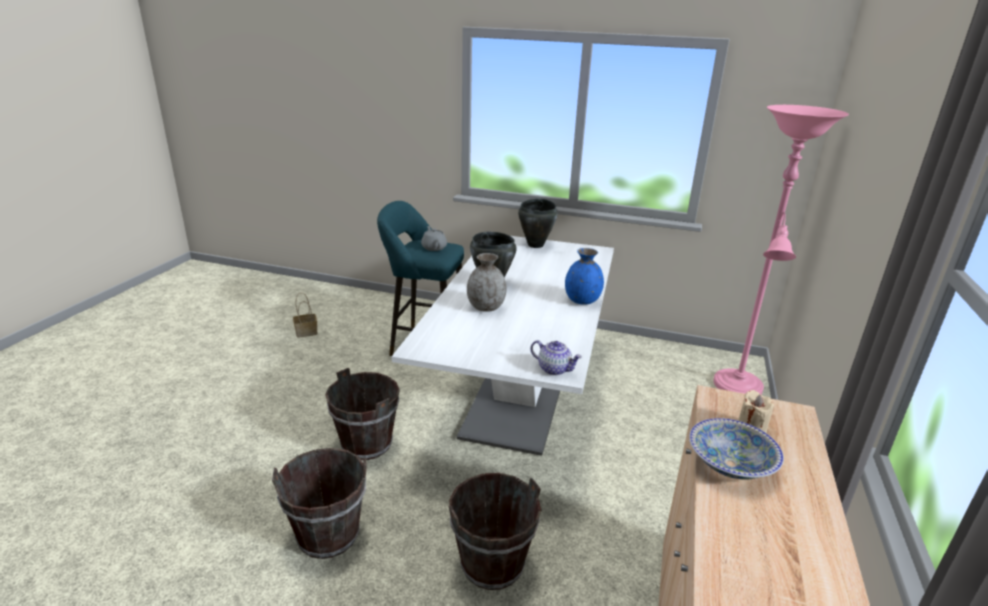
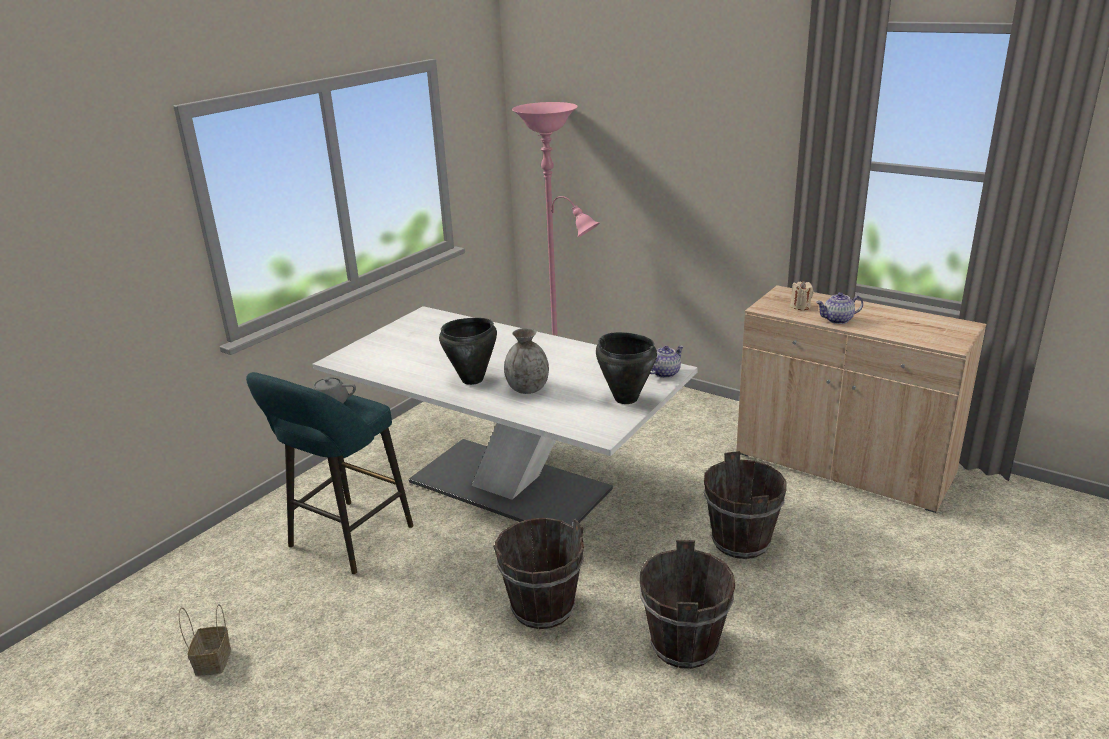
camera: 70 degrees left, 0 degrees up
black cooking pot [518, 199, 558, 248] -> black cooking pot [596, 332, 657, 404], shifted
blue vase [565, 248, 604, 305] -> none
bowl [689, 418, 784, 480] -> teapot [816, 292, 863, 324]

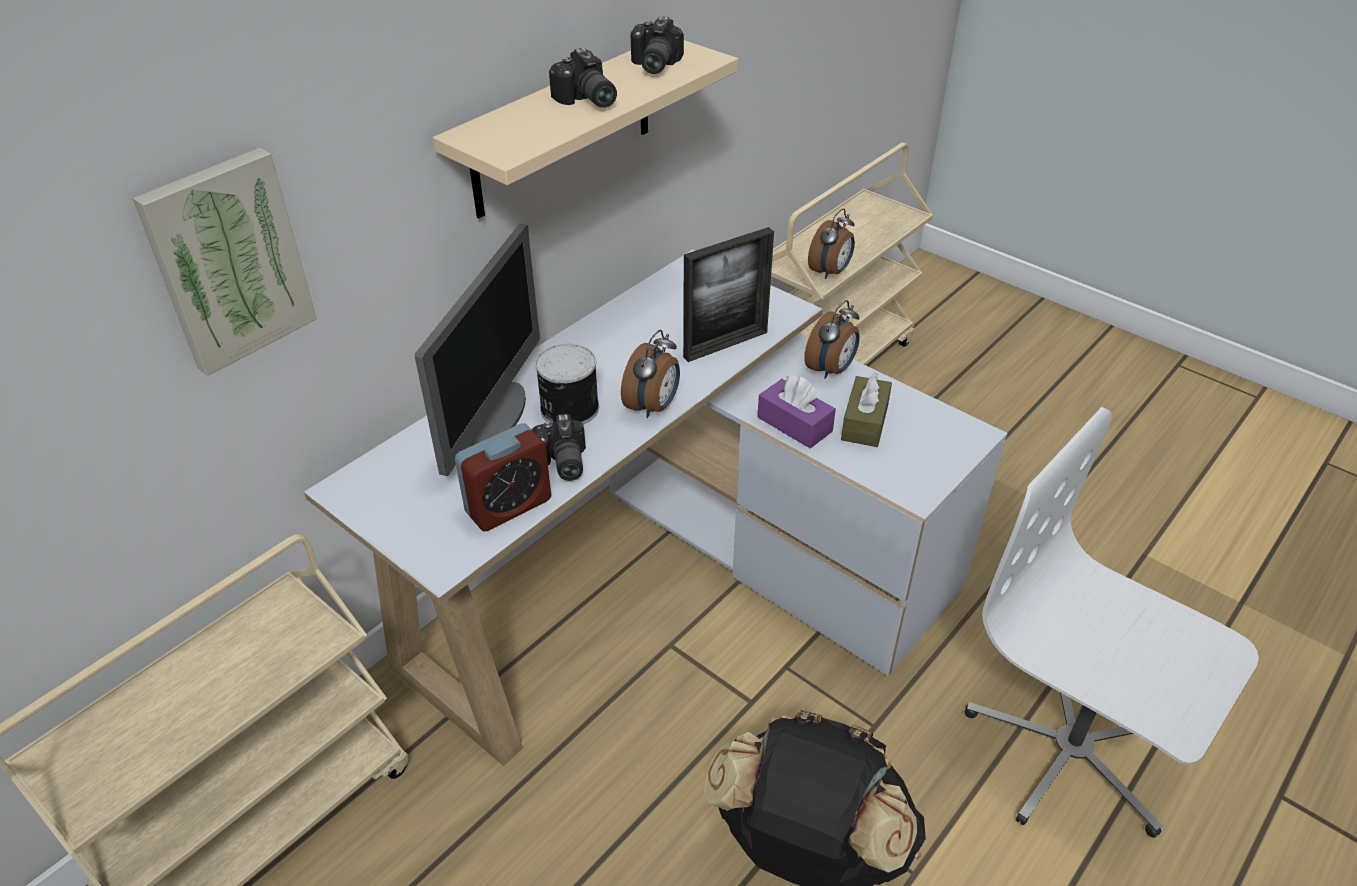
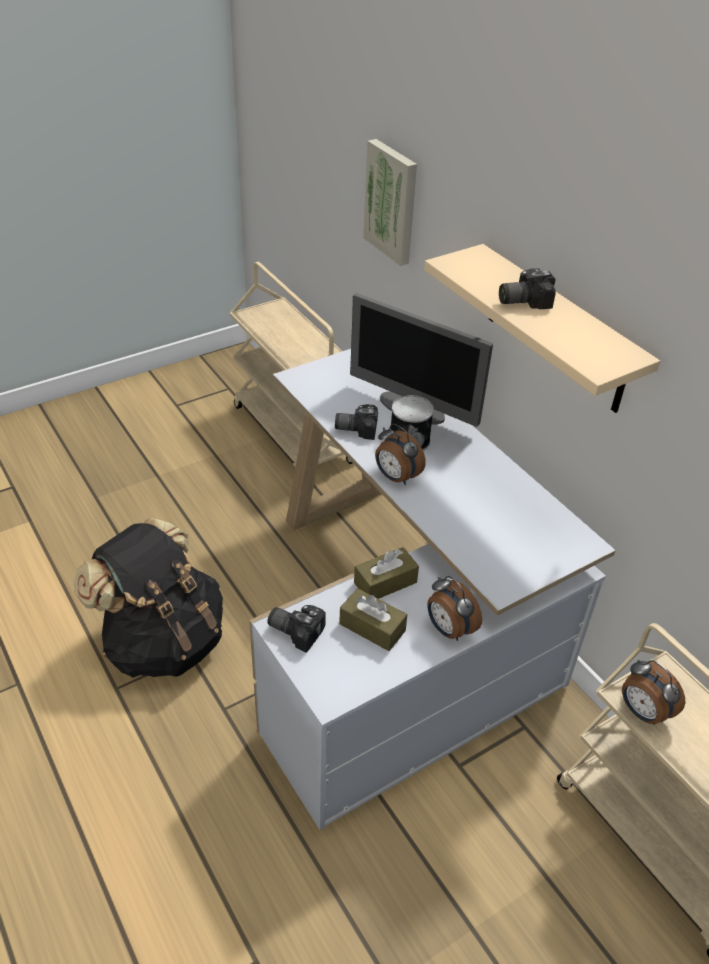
camera: 105 degrees right, 0 degrees up
photo camera [631, 16, 684, 74] -> photo camera [267, 605, 326, 653], shifted
picture frame [683, 227, 774, 362] -> none
purple tissue box [757, 376, 836, 448] -> brown tissue box [354, 547, 419, 599]
white office chair [965, 407, 1258, 838] -> none
alarm clock [455, 423, 551, 532] -> none

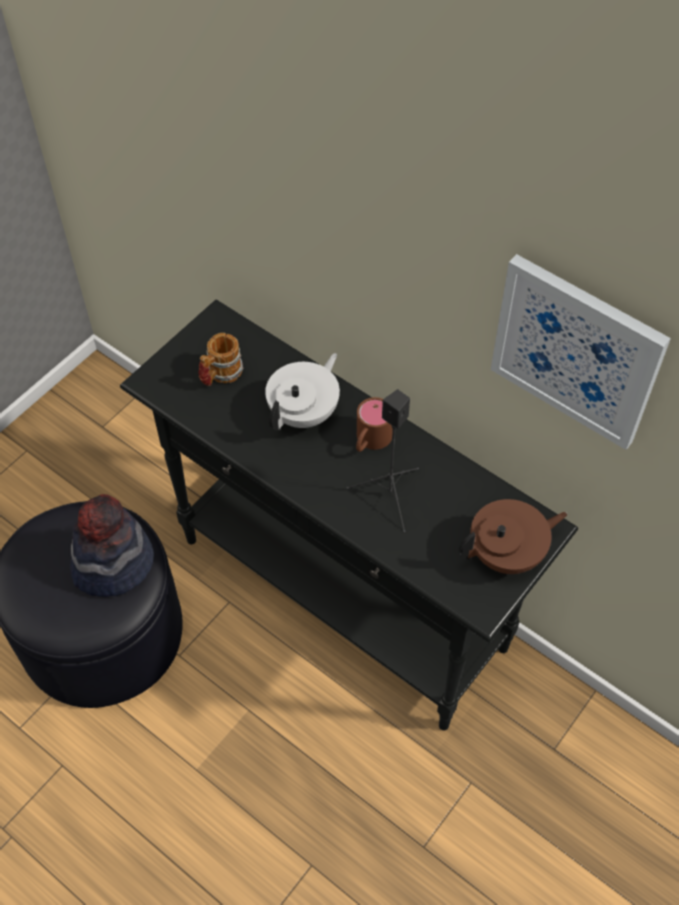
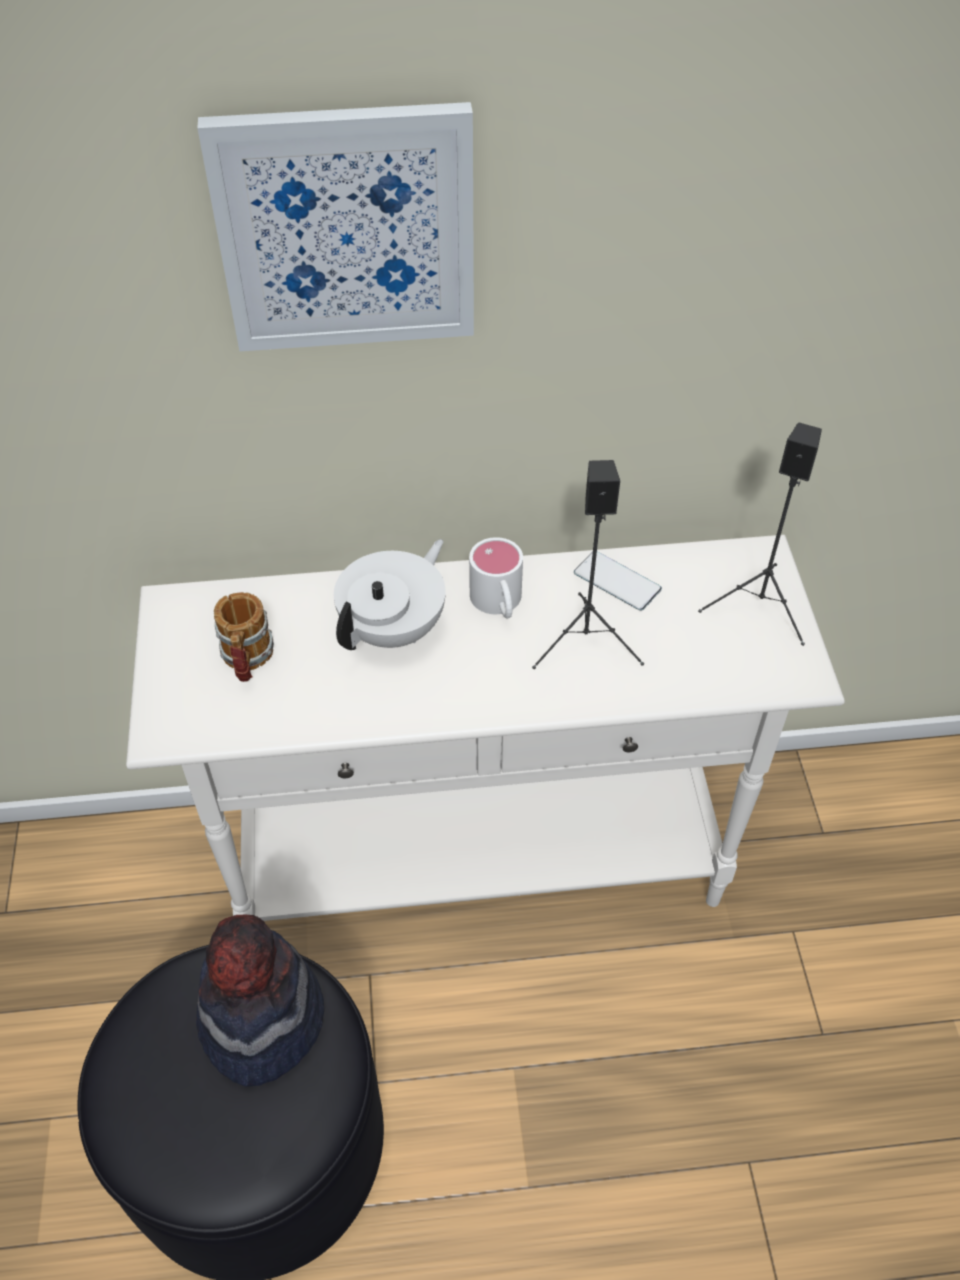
camera: 45 degrees left, 5 degrees down
picture [491, 254, 671, 450] -> picture [197, 102, 474, 352], shifted
black console table [120, 300, 578, 730] -> white console table [126, 535, 845, 921]
white teapot [265, 353, 340, 430] -> white teapot [334, 539, 446, 650], 45 degrees clockwise
brown mug [356, 397, 393, 452] -> white mug [469, 537, 523, 619]
brown teapot [459, 499, 568, 574] -> black speaker [698, 423, 822, 646]
none -> phone [574, 551, 662, 611]

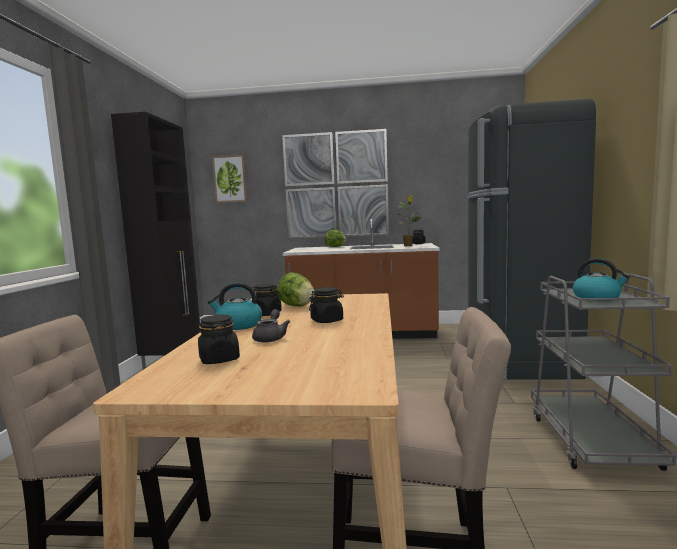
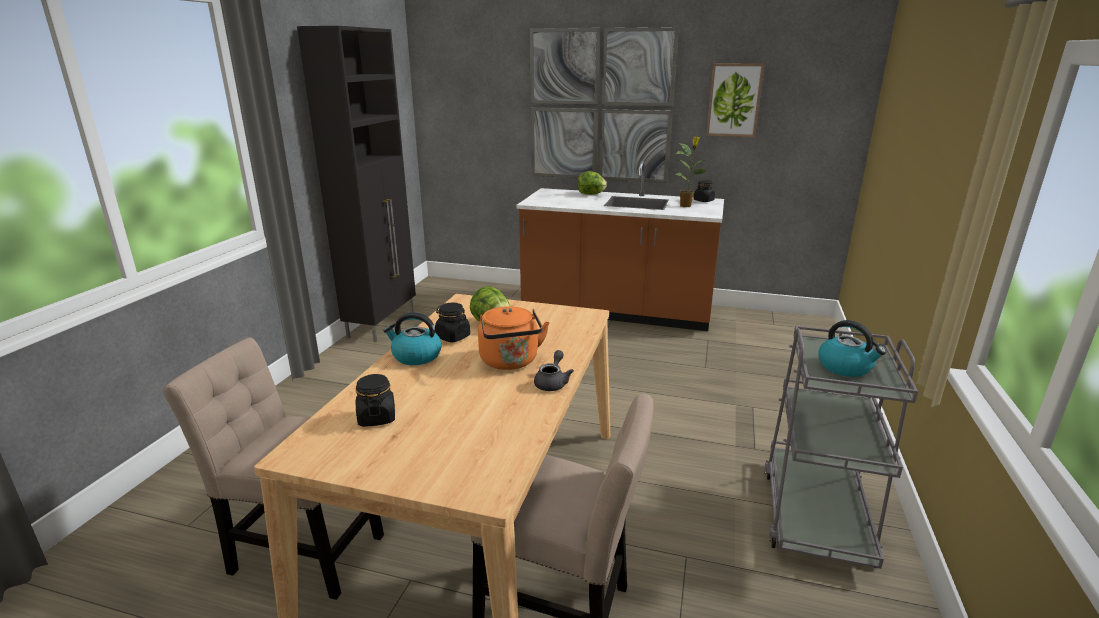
camera: 10 degrees right, 15 degrees up
black fridge [467, 99, 596, 380] -> none
picture [212, 154, 247, 203] -> picture [706, 63, 765, 137], shifted
black jar [309, 287, 344, 323] -> orange kettle [478, 306, 550, 370]
grey teapot [252, 309, 290, 342] -> grey teapot [534, 350, 574, 391], shifted

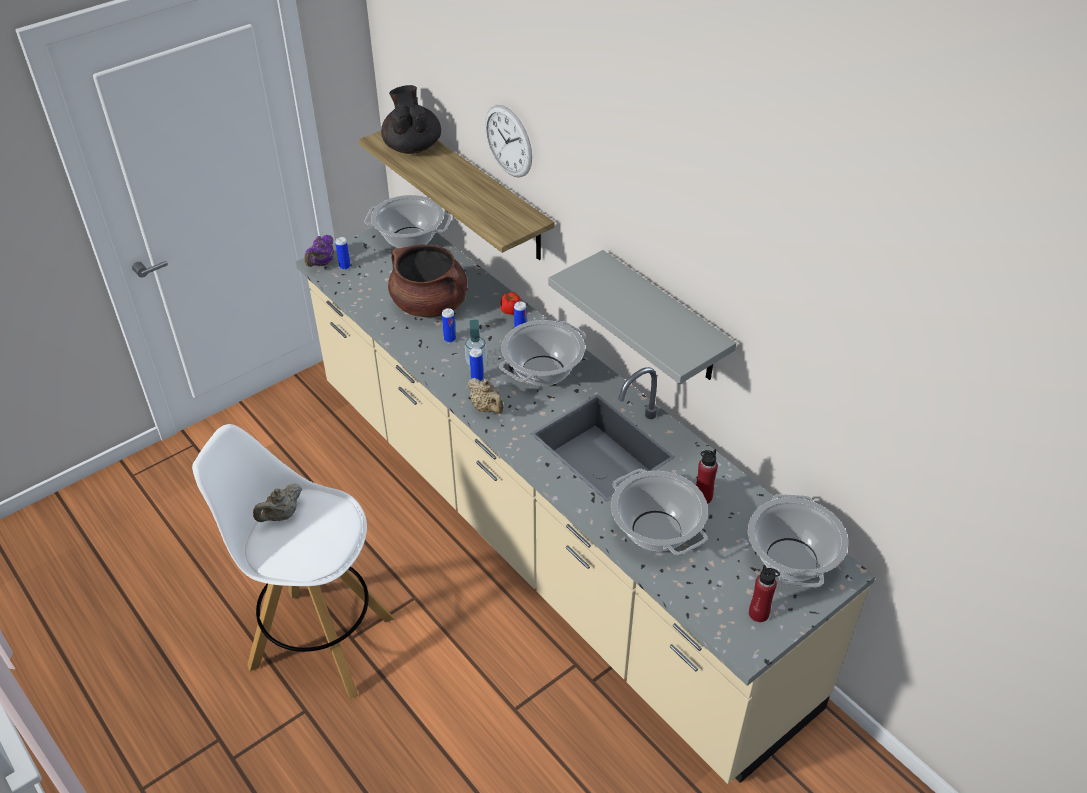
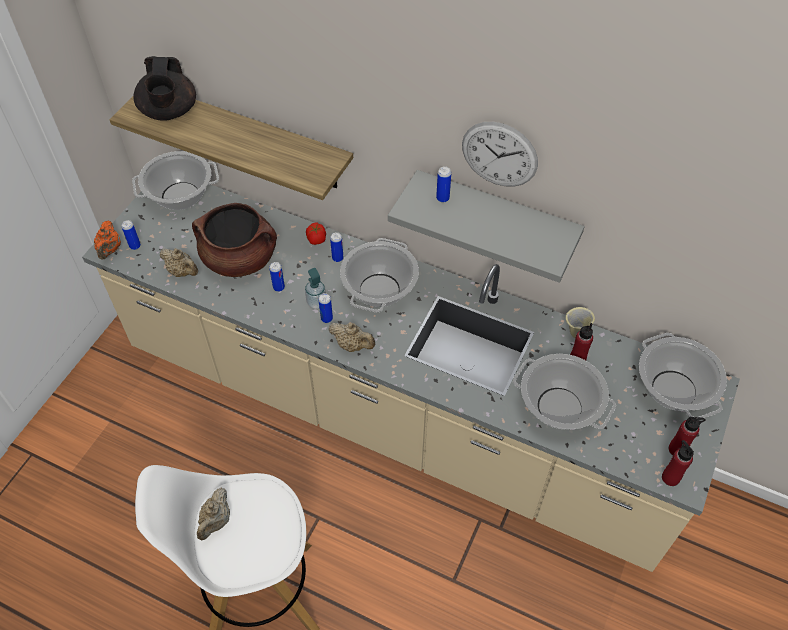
camera: 25 degrees left, 10 degrees up
black teapot [381, 85, 441, 154] -> black teapot [133, 56, 196, 121], 150 degrees counterclockwise
wall clock [485, 105, 532, 178] -> wall clock [462, 122, 538, 187], shifted
purple teapot [304, 235, 334, 267] -> orange teapot [94, 221, 121, 260]
none -> can [436, 166, 451, 203]
none -> beige teapot [160, 248, 198, 277]
none -> beige mug [566, 307, 595, 338]
none -> red bottle [662, 440, 694, 486]

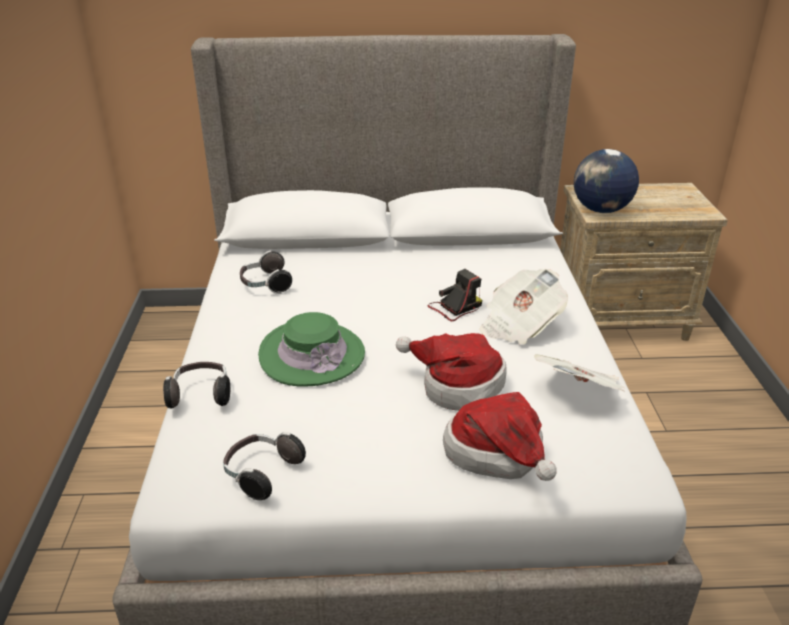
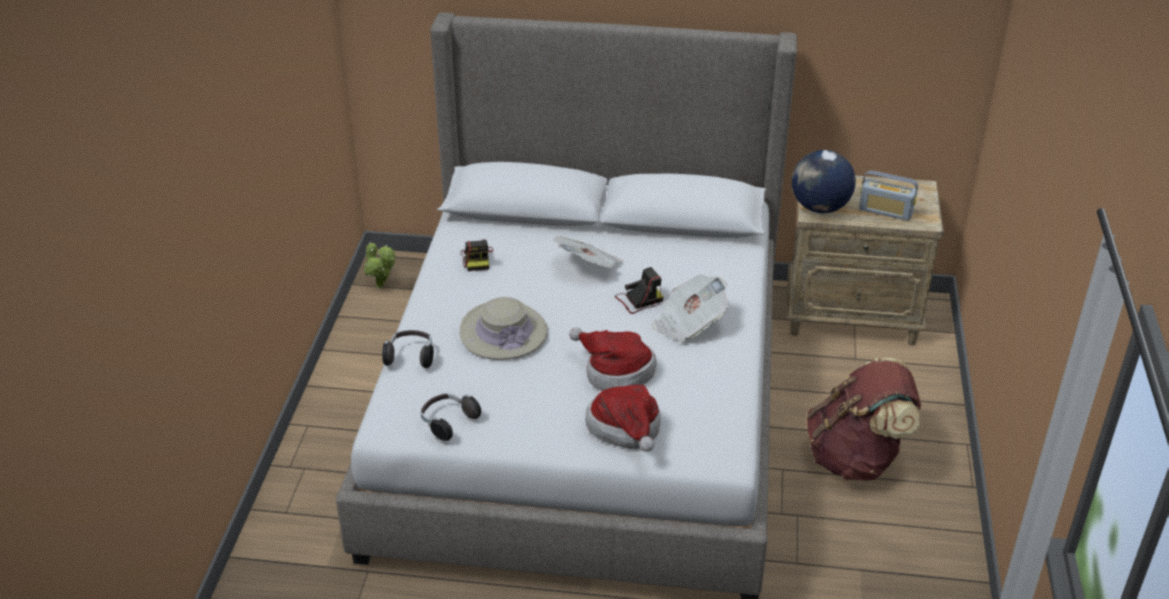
camera: 10 degrees right, 5 degrees up
headphones [240, 250, 292, 294] -> photo camera [461, 239, 493, 271]
green hat [258, 312, 365, 386] -> beige hat [460, 297, 548, 360]
newspaper [534, 354, 625, 392] -> newspaper [554, 236, 624, 268], shifted
none -> radio [859, 170, 918, 221]
none -> potted plant [364, 242, 395, 289]
none -> brown backpack [807, 358, 921, 481]

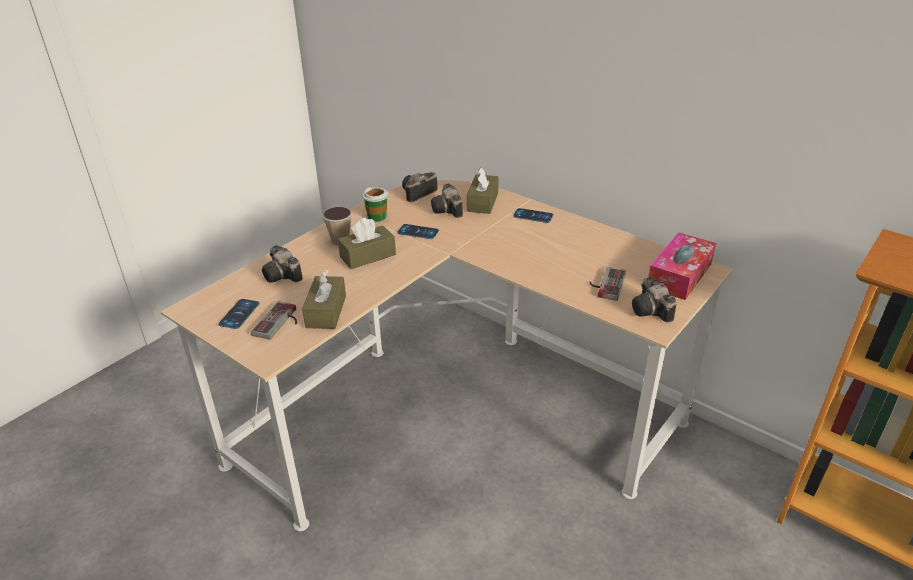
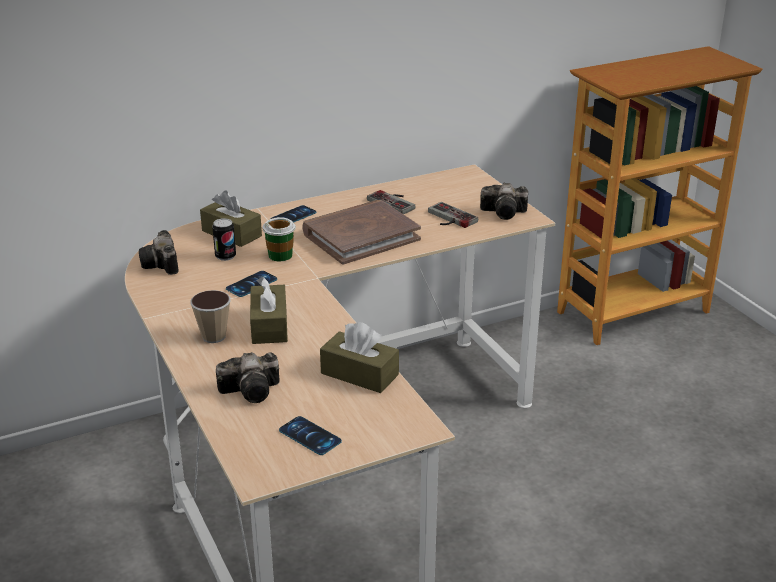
camera: 65 degrees left, 5 degrees down
photo camera [431, 184, 463, 218] -> can [213, 218, 236, 261]
cup [362, 187, 388, 222] -> cup [262, 217, 296, 261], shifted
tissue box [649, 232, 716, 300] -> none
game controller [251, 301, 297, 340] -> game controller [367, 190, 415, 214], shifted
none -> brown book [302, 200, 421, 265]

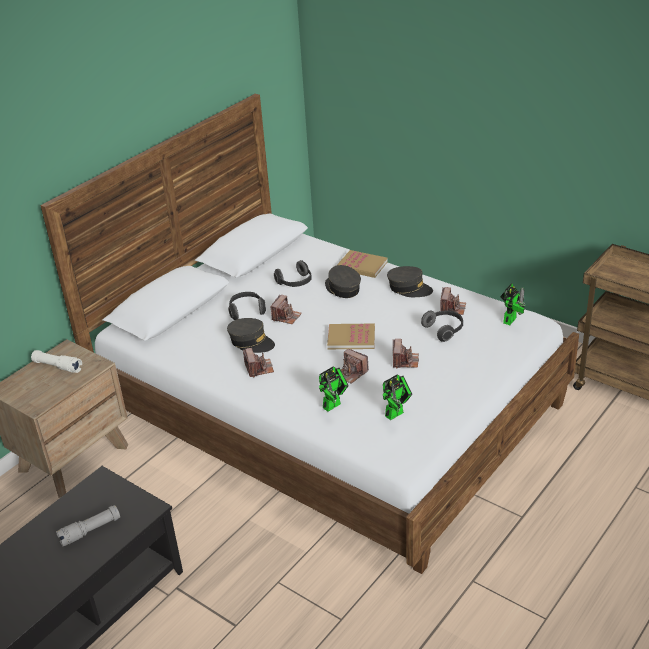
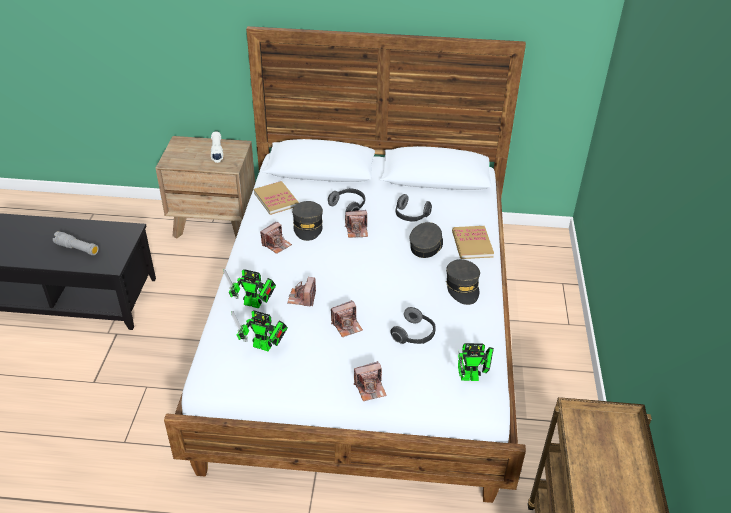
camera: 55 degrees right, 5 degrees up
photo camera [440, 287, 466, 315] -> photo camera [354, 361, 387, 401], shifted
book [327, 323, 375, 349] -> book [254, 181, 299, 215], shifted

